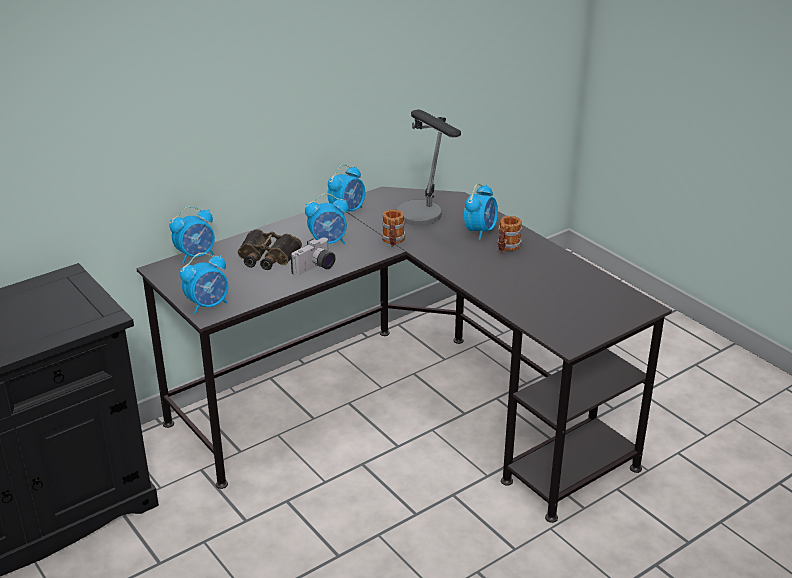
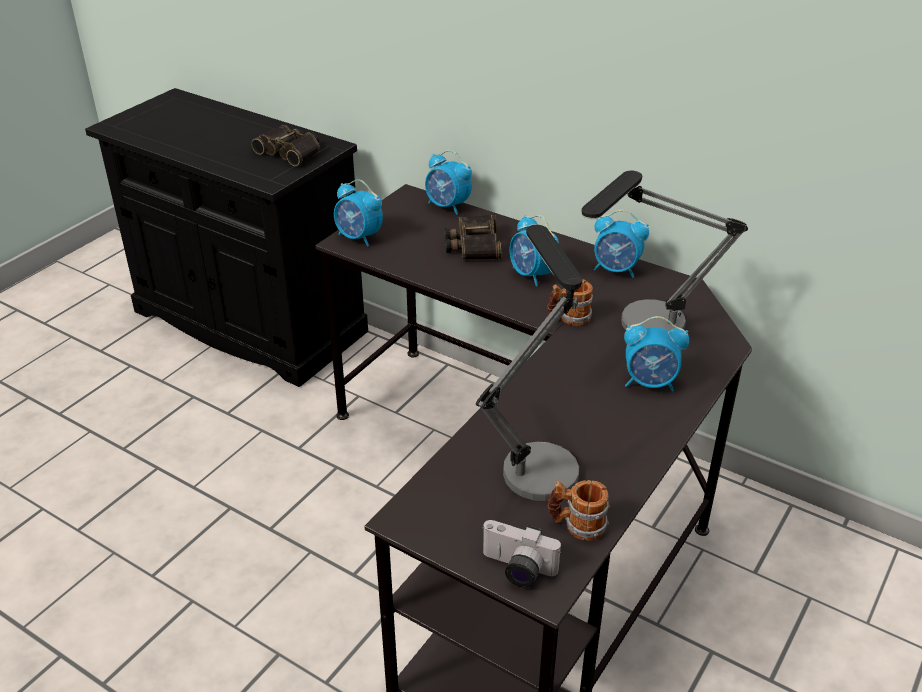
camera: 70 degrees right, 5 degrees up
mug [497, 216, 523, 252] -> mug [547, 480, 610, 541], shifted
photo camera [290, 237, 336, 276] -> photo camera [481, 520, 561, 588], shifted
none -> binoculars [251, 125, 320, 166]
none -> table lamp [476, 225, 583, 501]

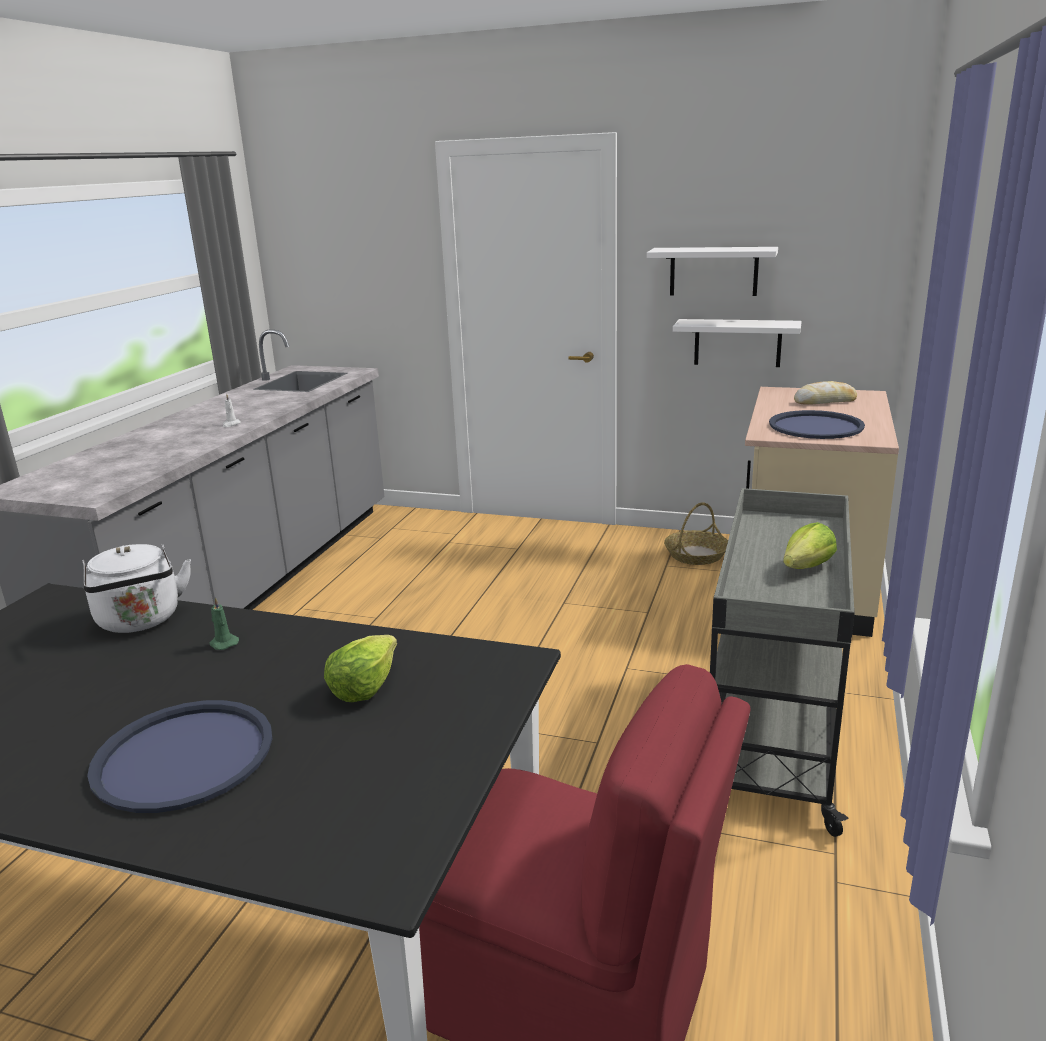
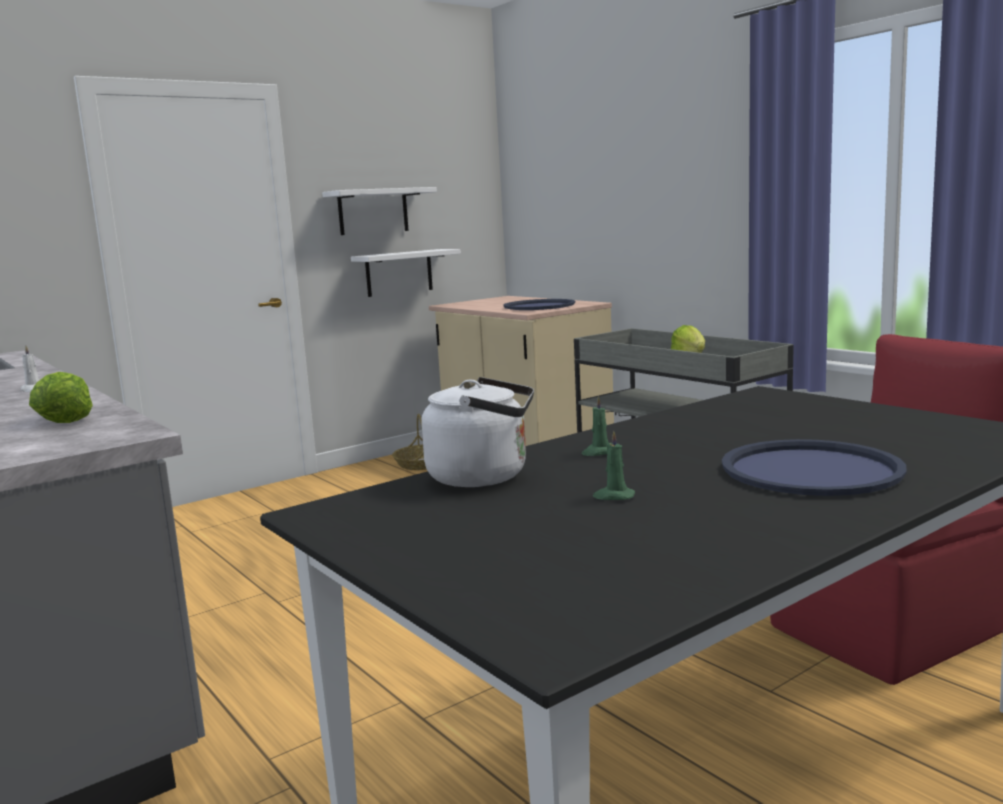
camera: 55 degrees left, 10 degrees down
bread [794, 381, 857, 404] -> none
lettuce [324, 635, 397, 702] -> lettuce [29, 372, 93, 423], shifted
none -> green candle [593, 431, 635, 500]

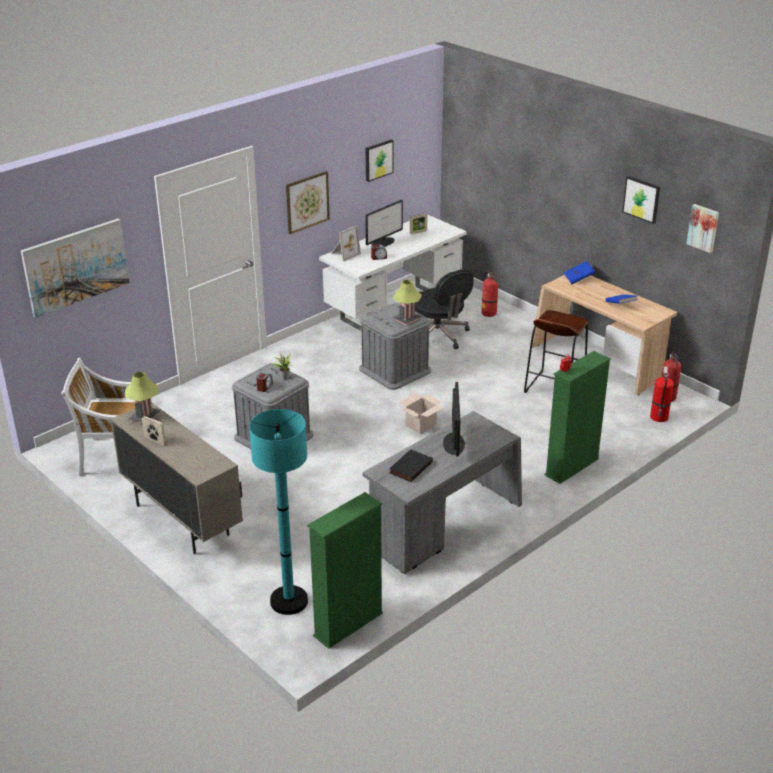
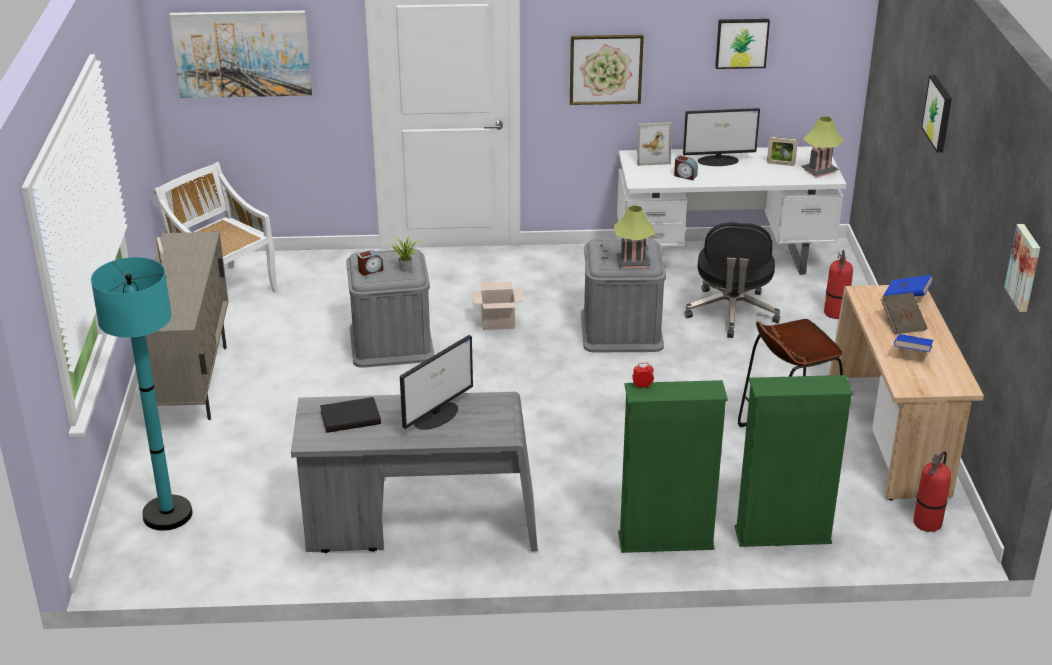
camera: 40 degrees right, 0 degrees up
picture [622, 176, 660, 224] -> picture [921, 75, 952, 153], shifted
fire extinguisher [650, 366, 674, 422] -> none
table lamp [125, 371, 160, 423] -> table lamp [801, 116, 844, 178], shifted
cardboard box [399, 393, 444, 434] -> cardboard box [472, 281, 524, 330], shifted
green bookcase [307, 492, 383, 649] -> green bookcase [734, 375, 853, 547], shifted
none -> brown book [881, 293, 927, 334]

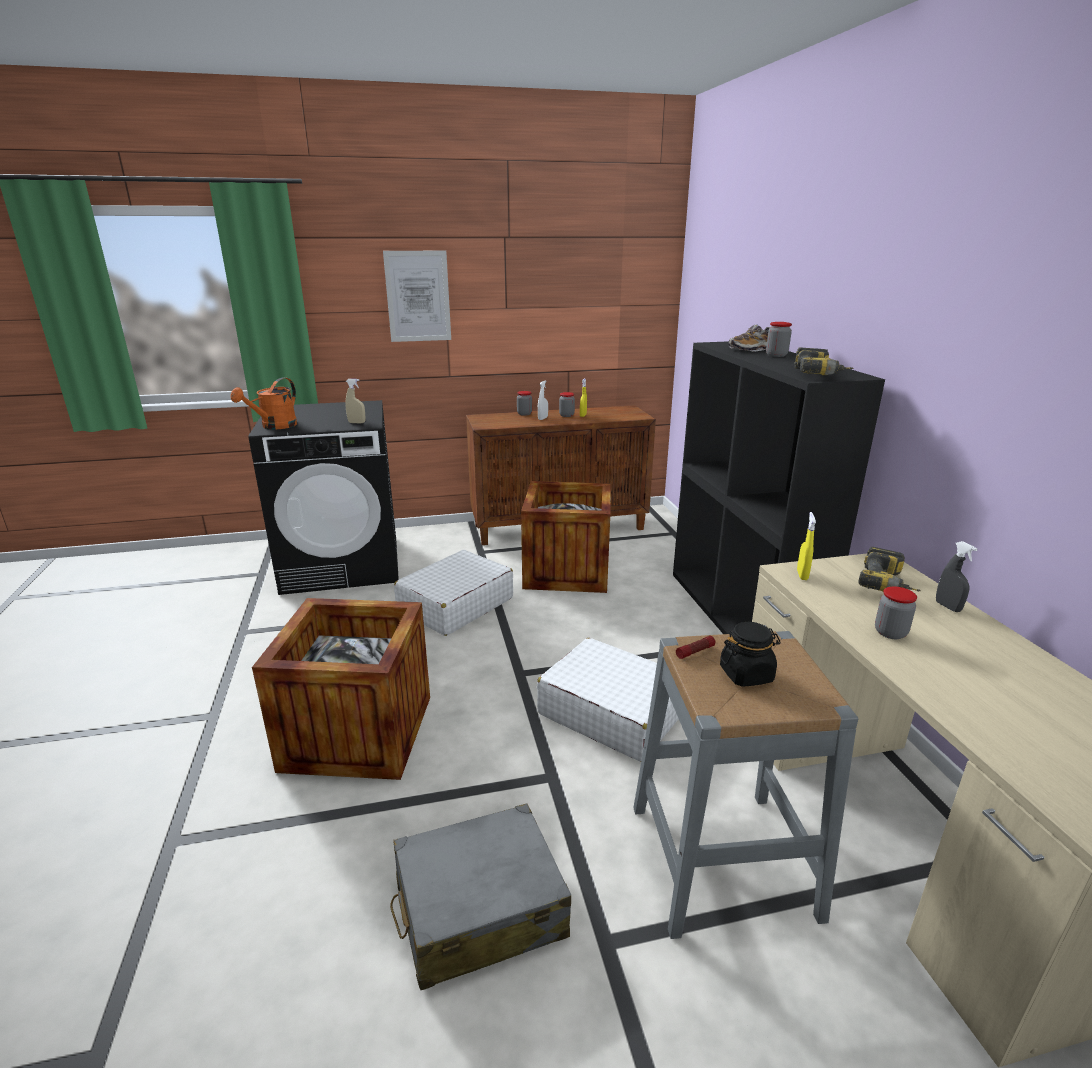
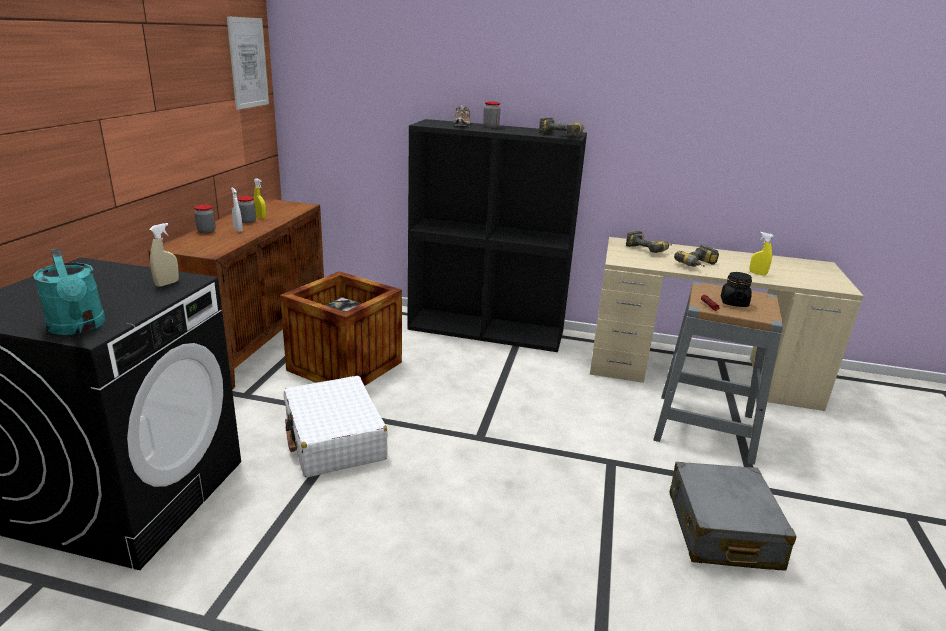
camera: 65 degrees left, 0 degrees up
picture [383, 250, 451, 342] -> picture [227, 16, 269, 110], shifted
orange watering can [231, 378, 297, 430] -> turquoise watering can [33, 249, 106, 335]
yellow spray bottle [797, 512, 816, 580] -> yellow spray bottle [749, 232, 774, 276], shifted
grey spray bottle [936, 541, 978, 612] -> none
jar [875, 587, 917, 639] -> power drill [674, 245, 719, 267]
crate [252, 598, 430, 780] -> none
white suitcase [537, 638, 679, 762] -> none

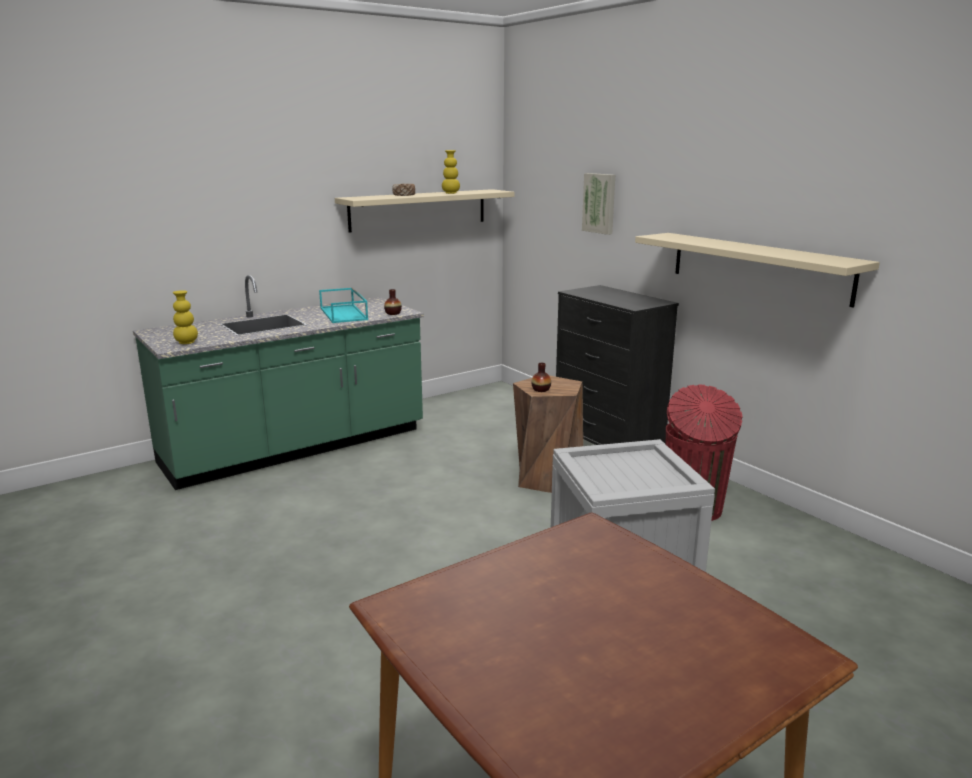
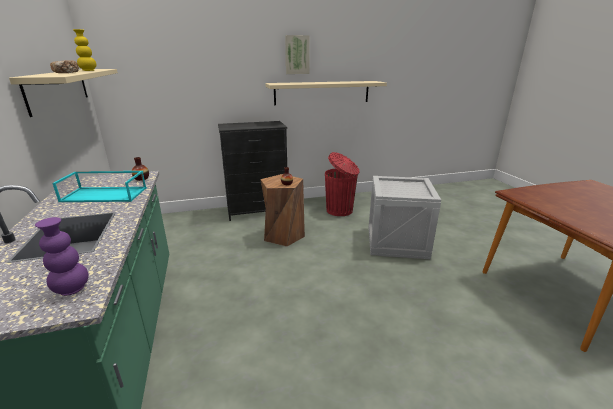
camera: 70 degrees left, 5 degrees up
picture [582, 173, 615, 235] -> picture [285, 35, 310, 74], shifted
yellow vase [173, 290, 198, 344] -> purple vase [35, 217, 88, 296]

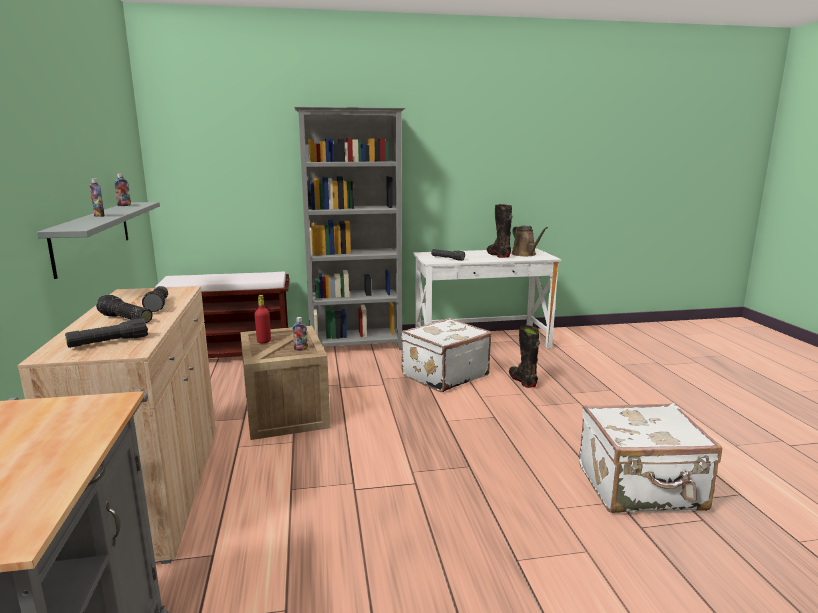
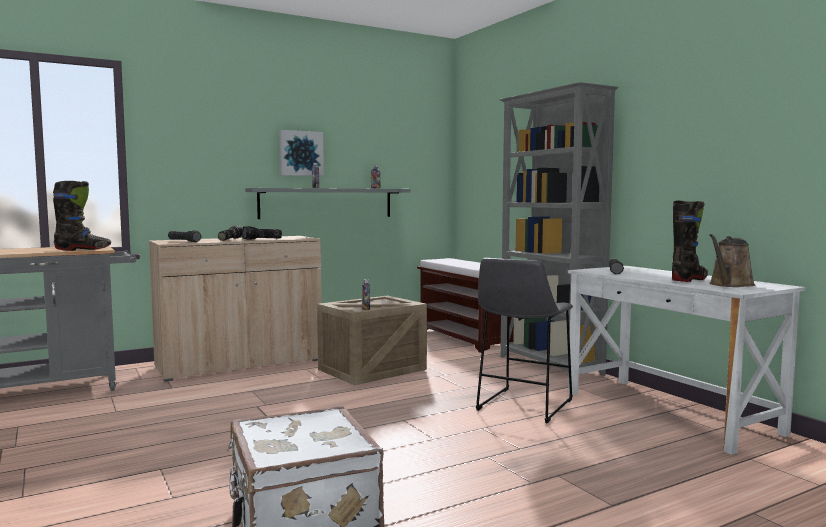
camera: 70 degrees right, 10 degrees down
red bottle [254, 295, 271, 343] -> none
white suitcase [401, 318, 492, 392] -> grey stool [476, 258, 573, 423]
black boot [509, 325, 540, 388] -> black boot [53, 181, 111, 251], shifted
none -> picture [279, 130, 324, 176]

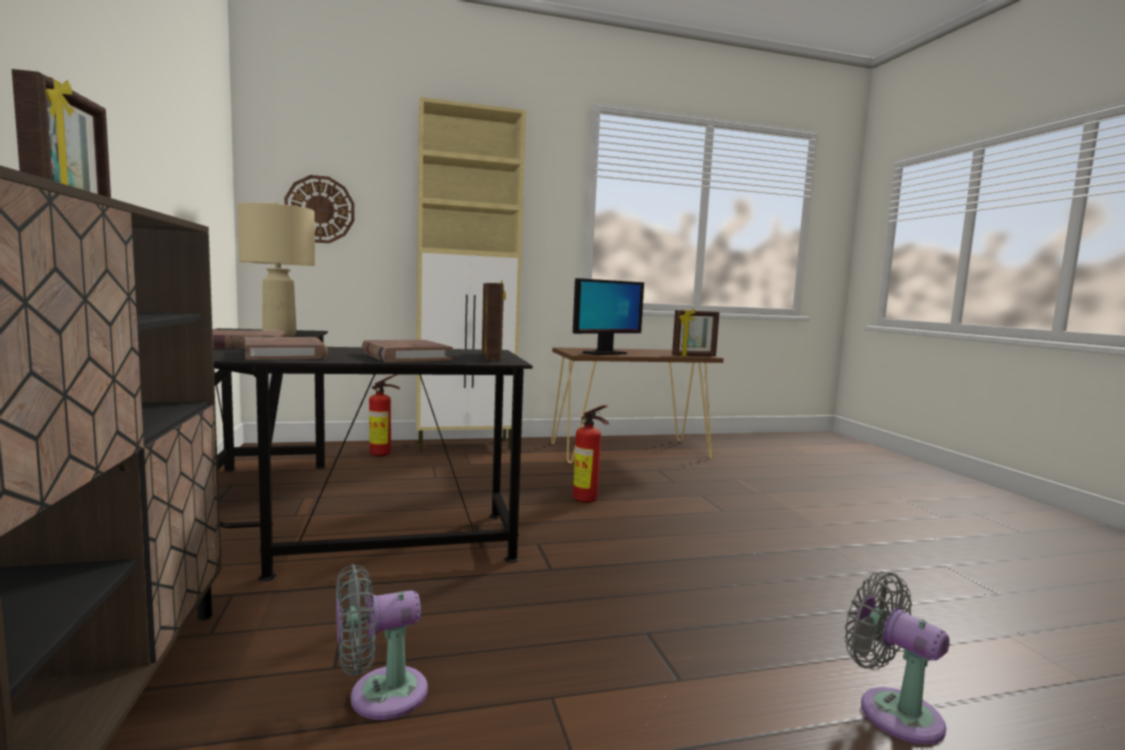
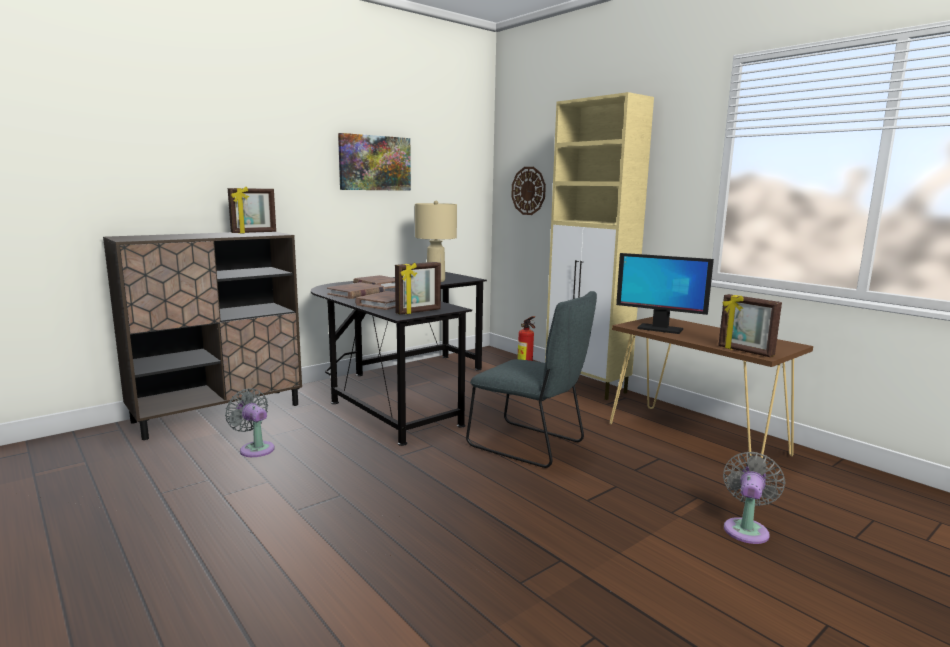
camera: 65 degrees right, 5 degrees up
fire extinguisher [573, 405, 609, 503] -> grey chair [466, 291, 597, 468]
grey fan [845, 571, 950, 745] -> grey fan [723, 452, 785, 544], shifted
none -> picture [338, 133, 411, 191]

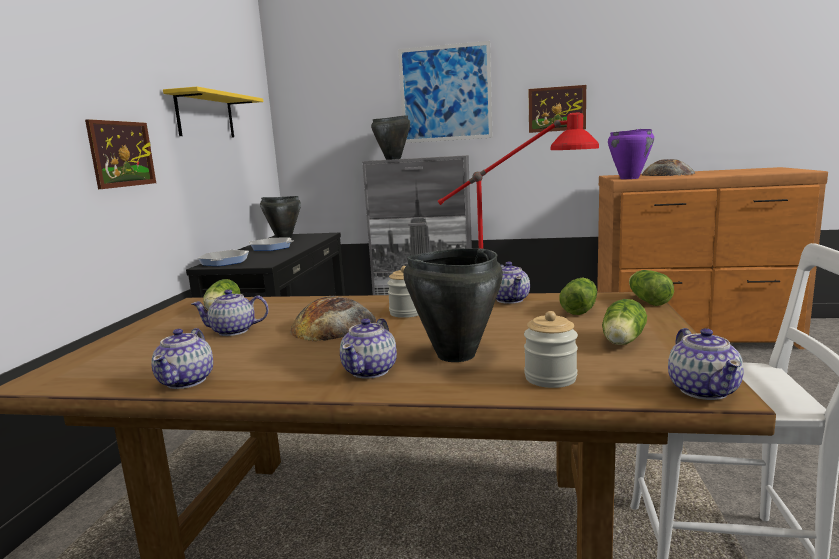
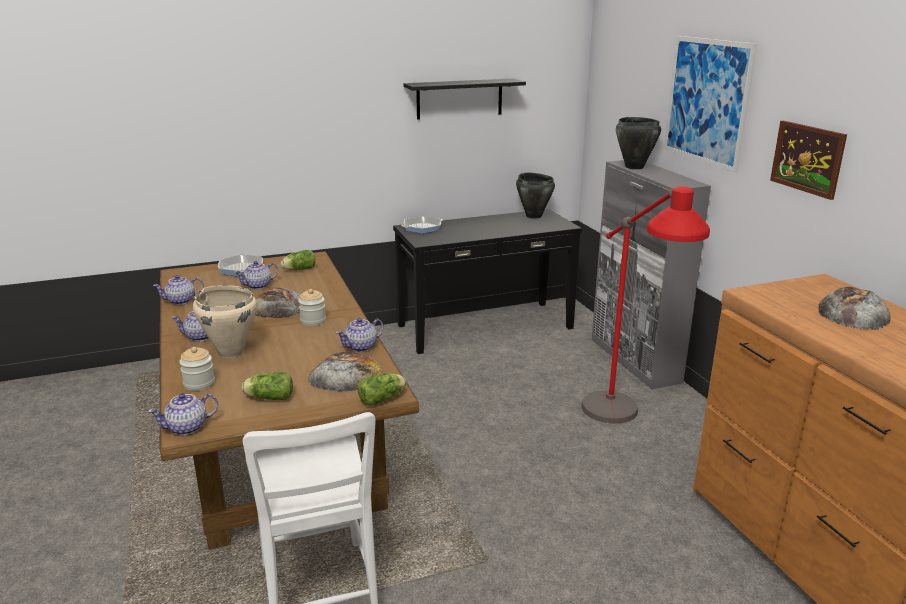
camera: 60 degrees right, 10 degrees up
yellow shelf [163, 87, 263, 137] -> black shelf [403, 78, 526, 120]
picture [85, 119, 156, 189] -> none
purple cooking pot [608, 129, 654, 179] -> none
frying pan [248, 238, 293, 251] -> frying pan [218, 254, 263, 277], shifted
black cooking pot [404, 248, 503, 362] -> beige cooking pot [193, 285, 257, 358]
lettuce [559, 278, 597, 315] -> bread [308, 352, 382, 392]
teapot [192, 289, 269, 336] -> teapot [234, 261, 278, 290], 90 degrees counterclockwise

